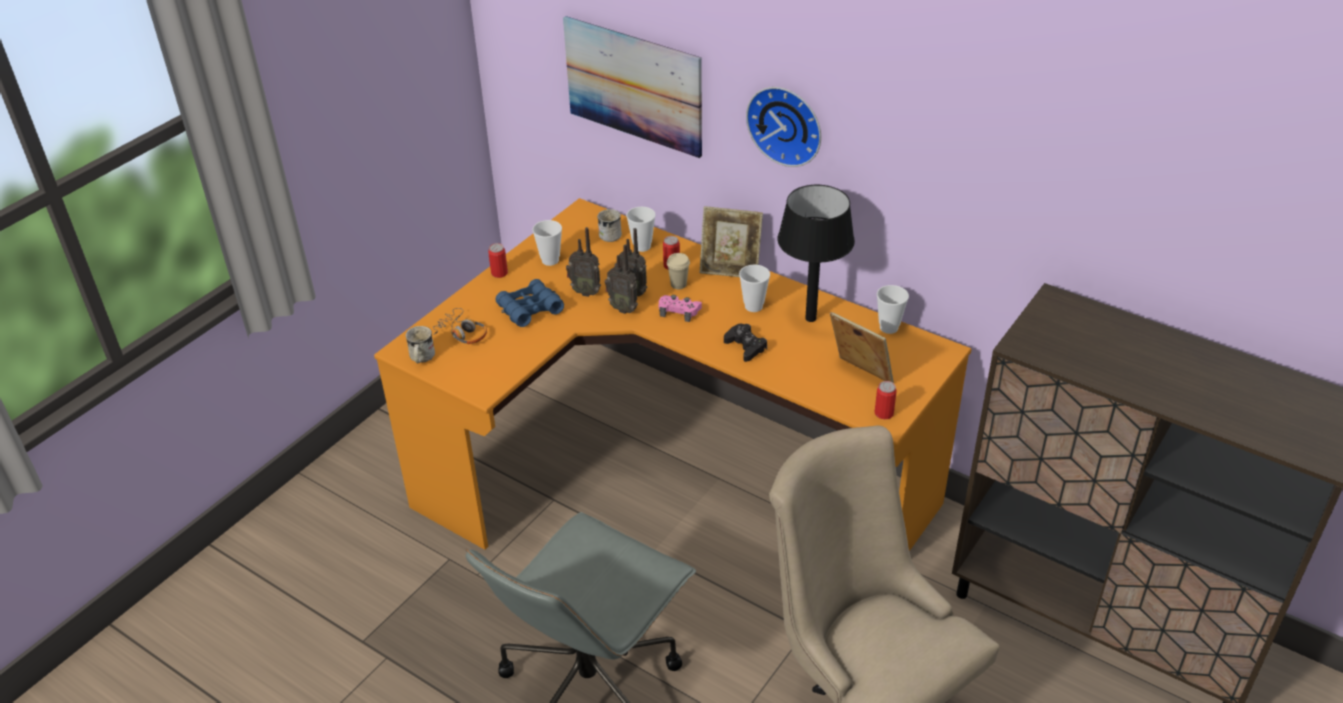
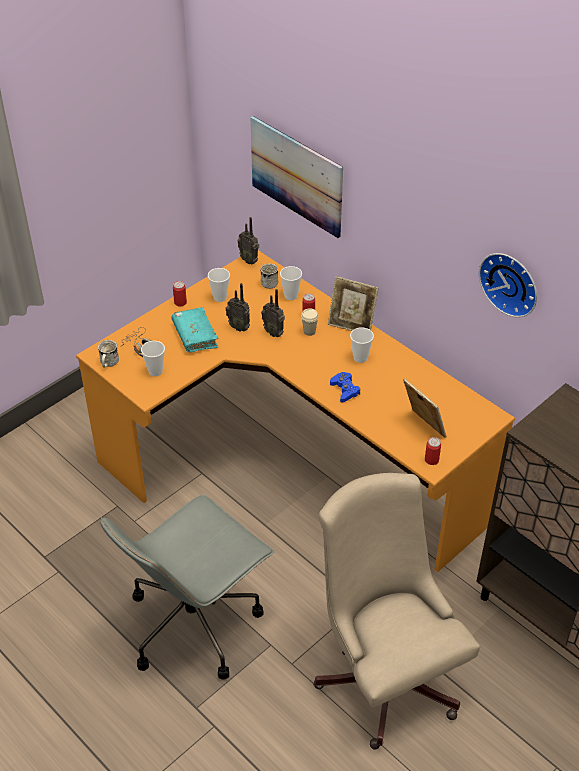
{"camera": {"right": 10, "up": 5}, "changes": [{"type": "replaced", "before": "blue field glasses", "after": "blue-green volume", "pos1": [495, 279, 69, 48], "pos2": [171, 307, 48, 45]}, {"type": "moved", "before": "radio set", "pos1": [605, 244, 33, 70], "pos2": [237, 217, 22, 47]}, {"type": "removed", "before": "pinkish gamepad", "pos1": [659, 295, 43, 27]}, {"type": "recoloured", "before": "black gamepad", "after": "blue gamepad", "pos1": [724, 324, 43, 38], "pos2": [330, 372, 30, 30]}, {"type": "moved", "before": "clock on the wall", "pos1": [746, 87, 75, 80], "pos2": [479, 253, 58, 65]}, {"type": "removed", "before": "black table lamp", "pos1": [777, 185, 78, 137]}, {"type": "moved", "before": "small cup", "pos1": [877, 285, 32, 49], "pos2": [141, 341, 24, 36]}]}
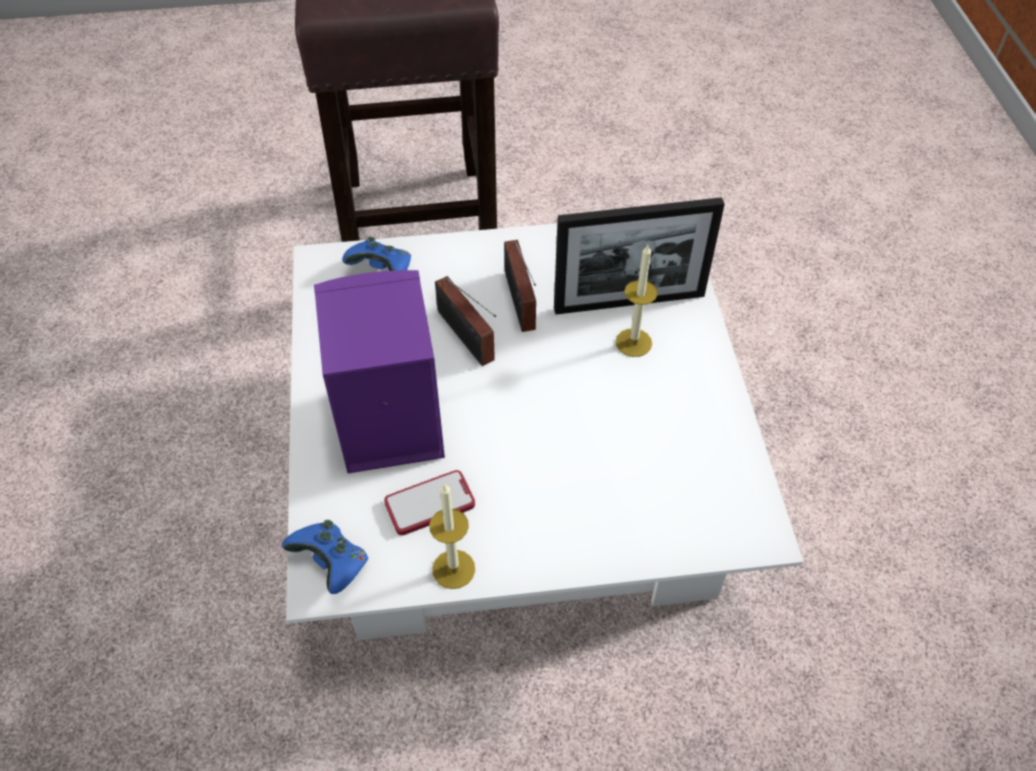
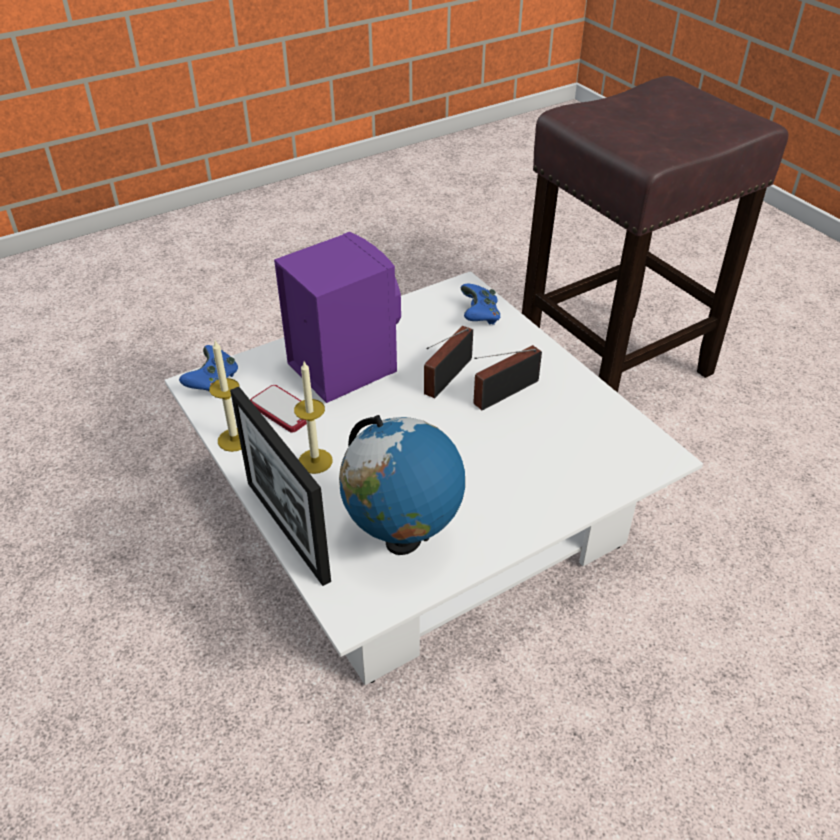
{"camera": {"right": 65, "up": -10}, "changes": [{"type": "moved", "before": "picture frame", "pos1": [554, 197, 171, 118], "pos2": [230, 387, 101, 199]}, {"type": "moved", "before": "wax candle", "pos1": [616, 245, 42, 112], "pos2": [294, 361, 39, 113]}, {"type": "added", "after": "desk globe", "pos2": [339, 415, 126, 140]}]}
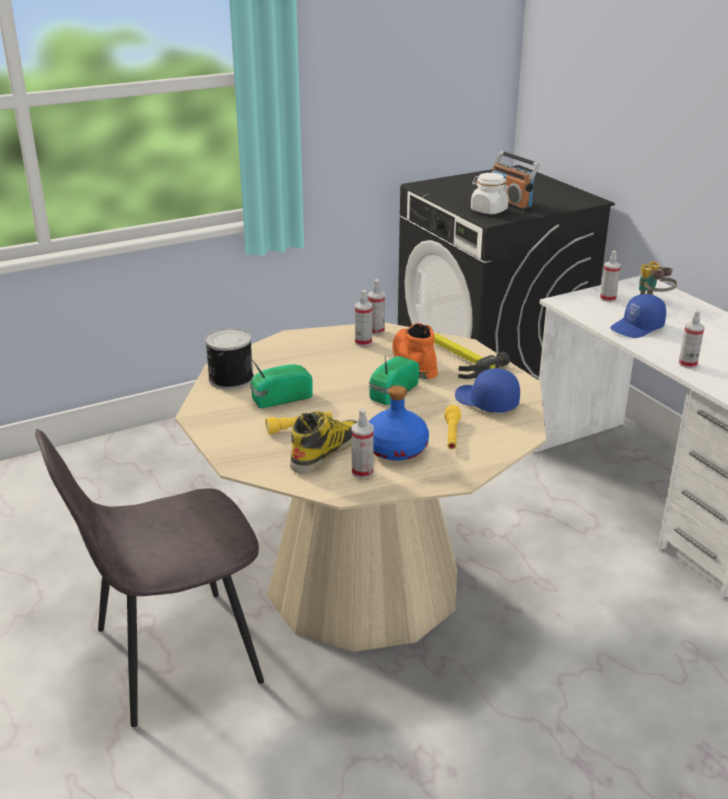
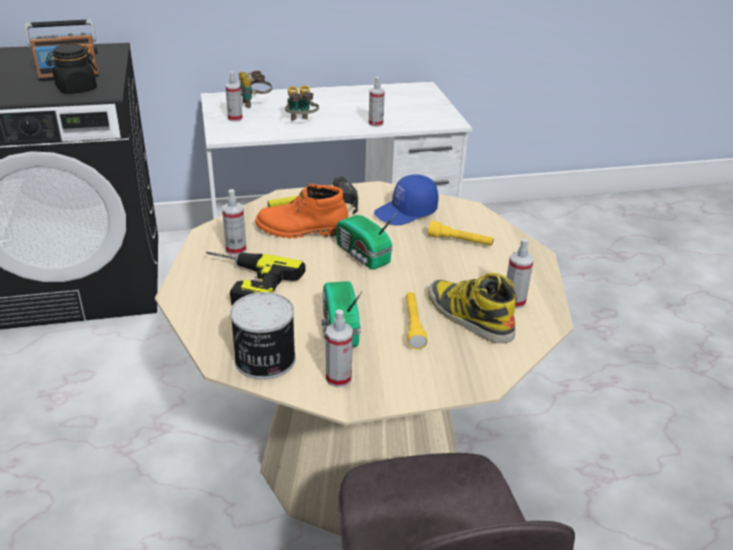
{"camera": {"right": -75, "up": 5}, "changes": [{"type": "moved", "before": "spray bottle", "pos1": [368, 279, 17, 56], "pos2": [326, 309, 27, 79]}, {"type": "removed", "before": "blue bottle", "pos1": [368, 385, 61, 76]}, {"type": "recoloured", "before": "white preserve jar", "after": "black preserve jar", "pos1": [471, 173, 38, 41], "pos2": [46, 44, 51, 50]}, {"type": "replaced", "before": "blue baseball cap", "after": "field glasses", "pos1": [610, 294, 56, 44], "pos2": [285, 85, 34, 36]}, {"type": "added", "after": "power drill", "pos2": [206, 252, 99, 53]}]}
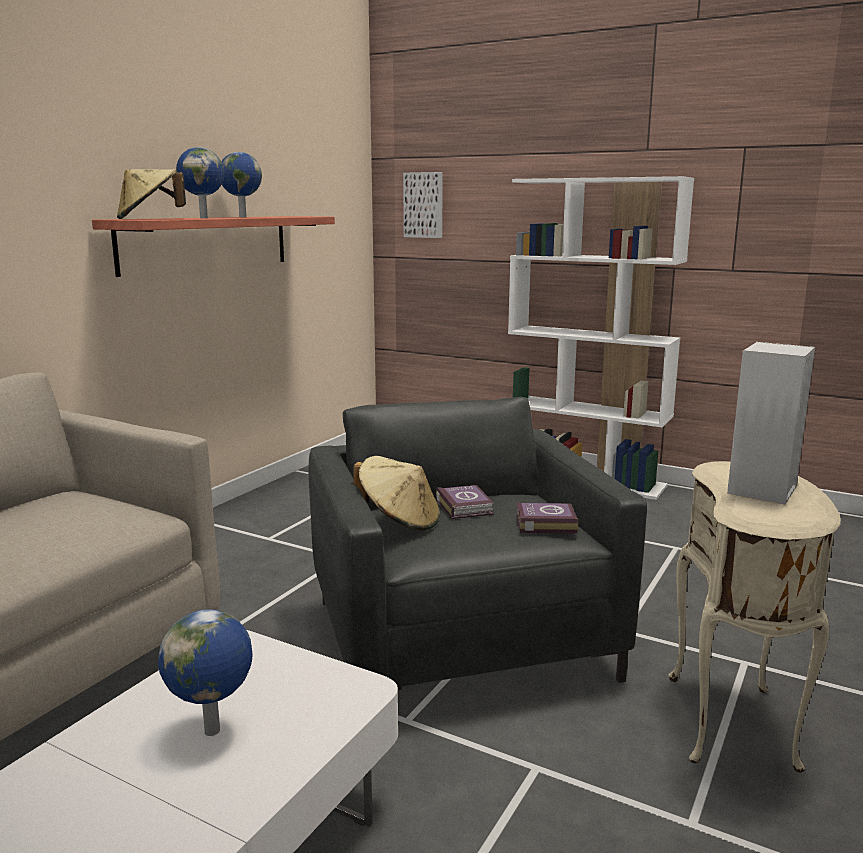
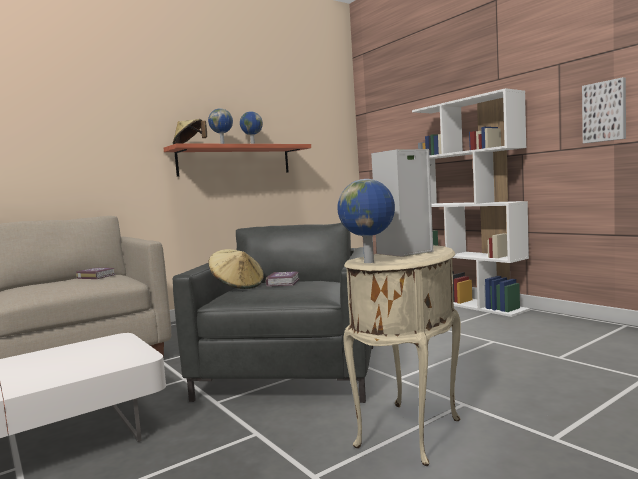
{"camera": {"right": 25, "up": -10}, "changes": [{"type": "moved", "before": "desk globe", "pos1": [158, 609, 94, 127], "pos2": [337, 179, 58, 84]}, {"type": "moved", "before": "wall picture", "pos1": [403, 172, 40, 66], "pos2": [582, 77, 44, 66]}, {"type": "moved", "before": "volume", "pos1": [516, 503, 62, 30], "pos2": [76, 268, 40, 11]}]}
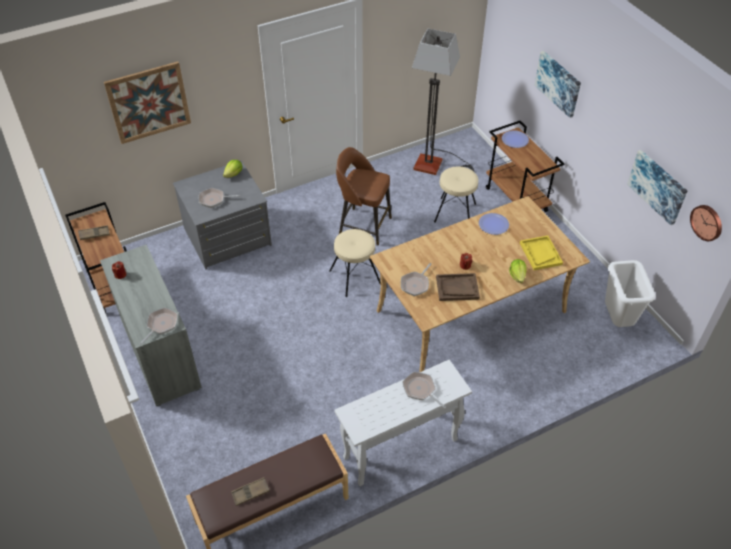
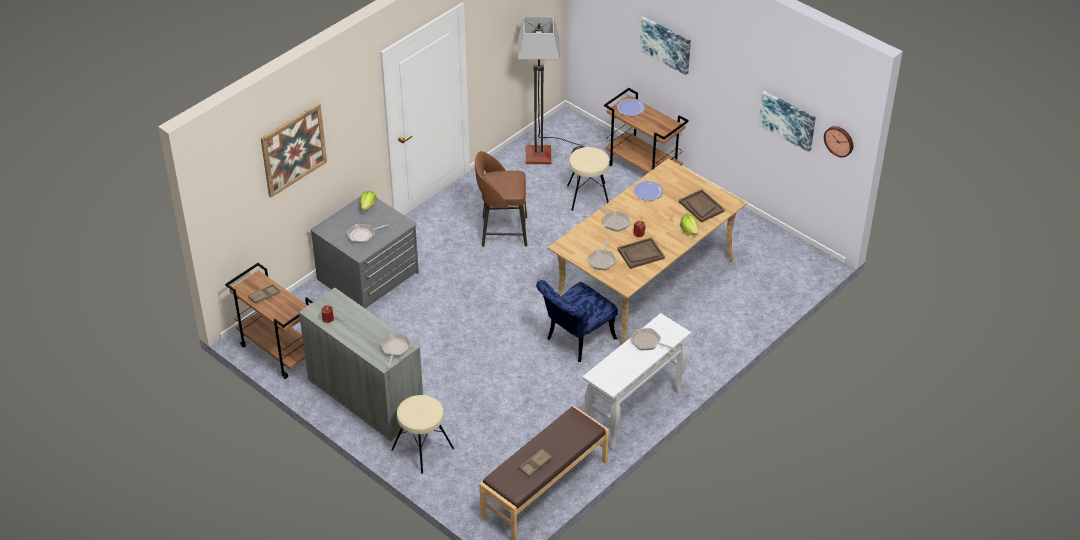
{"camera": {"right": -20, "up": -5}, "changes": [{"type": "moved", "before": "beige-coloured stool seat", "pos1": [329, 229, 52, 68], "pos2": [391, 395, 63, 79]}, {"type": "recoloured", "before": "yellowish serving tray", "after": "brown serving tray", "pos1": [520, 235, 43, 35], "pos2": [679, 189, 46, 34]}, {"type": "removed", "before": "white waste bin", "pos1": [605, 260, 50, 67]}, {"type": "added", "after": "blue upright chair", "pos2": [536, 280, 82, 82]}, {"type": "added", "after": "pan", "pos2": [598, 204, 32, 28]}]}
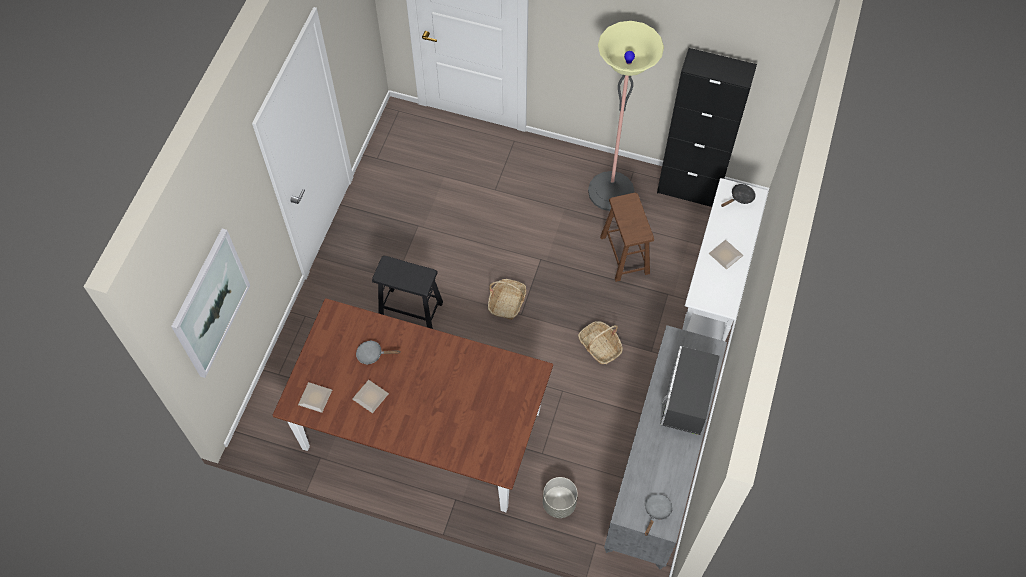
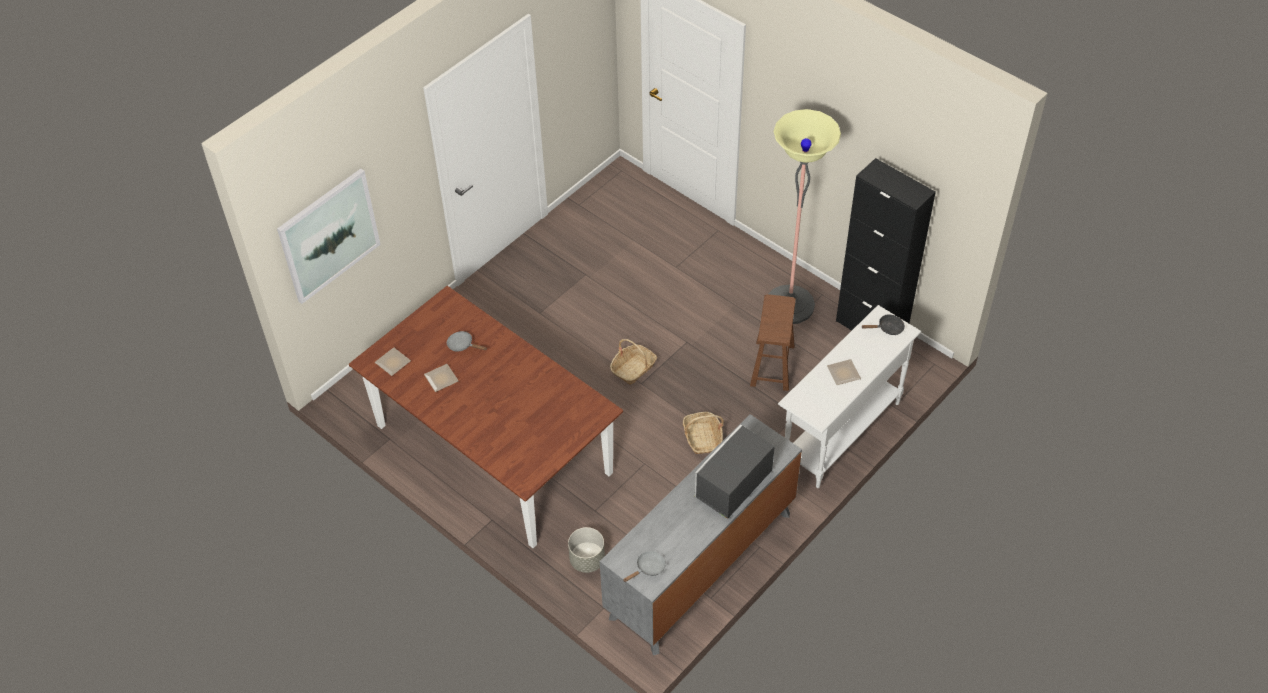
{"camera": {"right": 25, "up": -10}, "changes": [{"type": "removed", "before": "black stool seat", "pos1": [372, 256, 71, 73]}]}
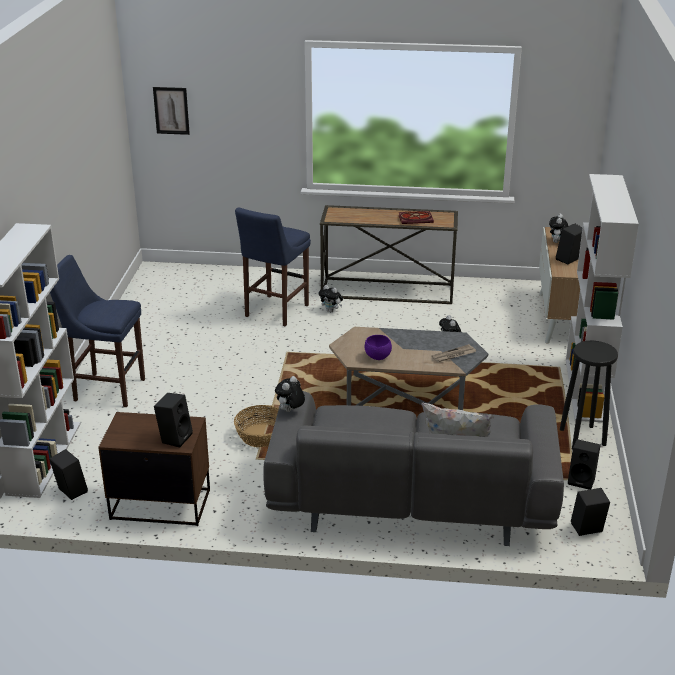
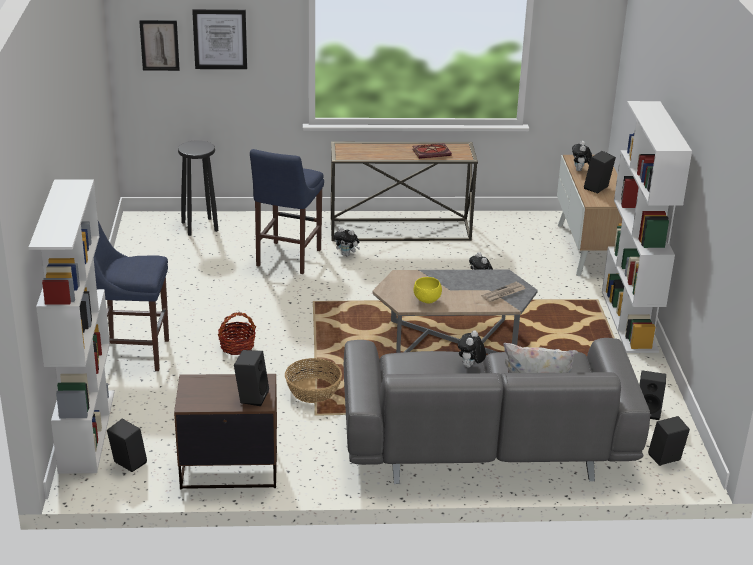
{"camera": {"right": -10, "up": 0}, "changes": [{"type": "moved", "before": "cuddly toy", "pos1": [275, 376, 30, 36], "pos2": [458, 330, 28, 38]}, {"type": "recoloured", "before": "purplish bowl", "after": "yellowish bowl", "pos1": [365, 335, 27, 25], "pos2": [414, 277, 28, 26]}, {"type": "moved", "before": "black stool seat", "pos1": [560, 341, 58, 108], "pos2": [178, 140, 40, 96]}, {"type": "added", "after": "wall picture", "pos2": [192, 9, 55, 60]}, {"type": "added", "after": "household basket", "pos2": [218, 312, 38, 43]}]}
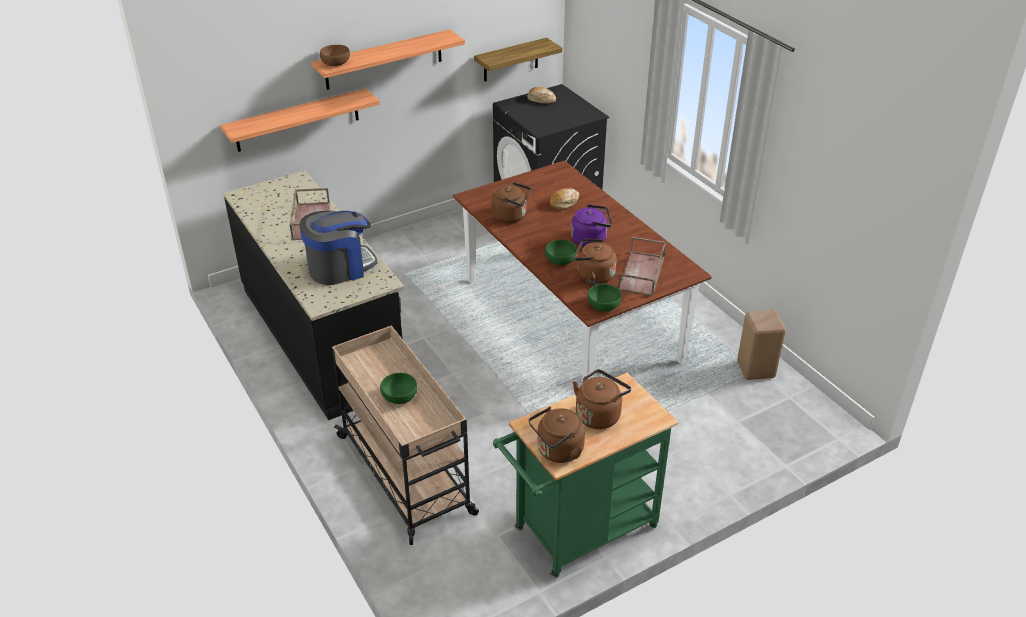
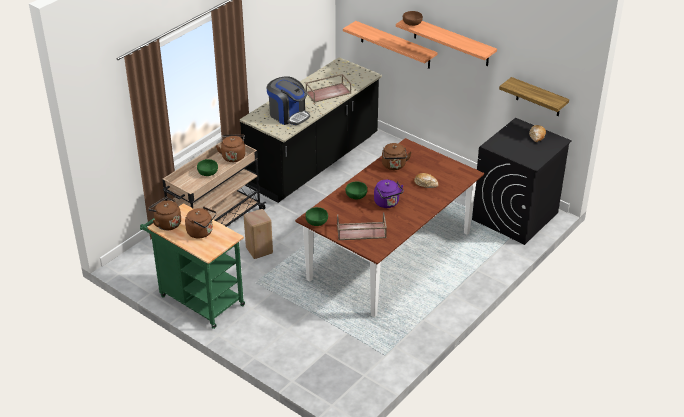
{"camera": {"right": 70, "up": 0}, "changes": [{"type": "moved", "before": "brown water kettle", "pos1": [574, 239, 43, 45], "pos2": [216, 135, 29, 27]}, {"type": "moved", "before": "beige-coloured stool seat", "pos1": [737, 310, 49, 70], "pos2": [244, 209, 29, 50]}]}
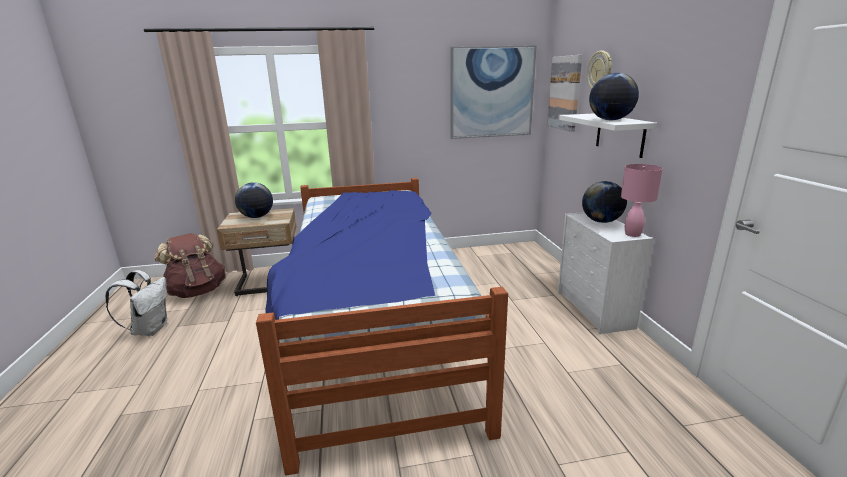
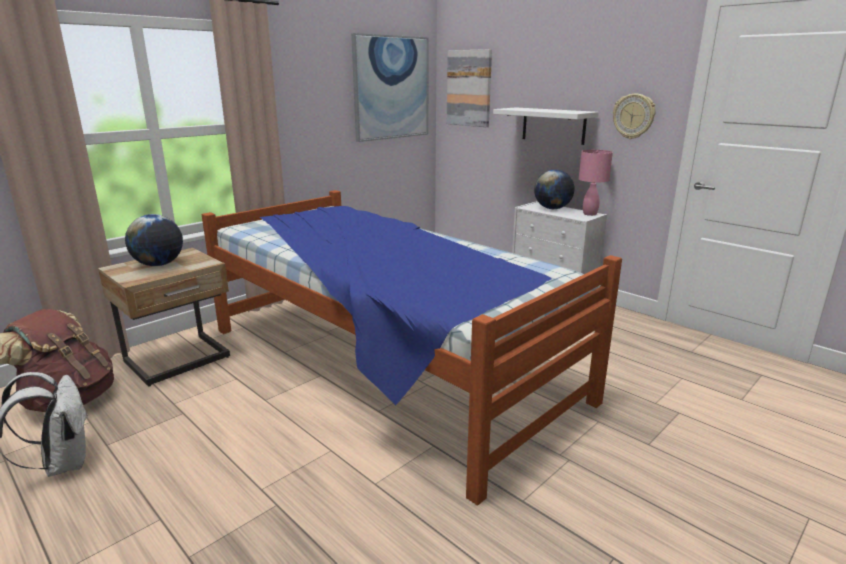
{"camera": {"right": -35, "up": 0}, "changes": [{"type": "moved", "before": "clock on the wall", "pos1": [587, 50, 25, 40], "pos2": [613, 94, 43, 45]}, {"type": "removed", "before": "desk globe", "pos1": [589, 73, 50, 47]}]}
